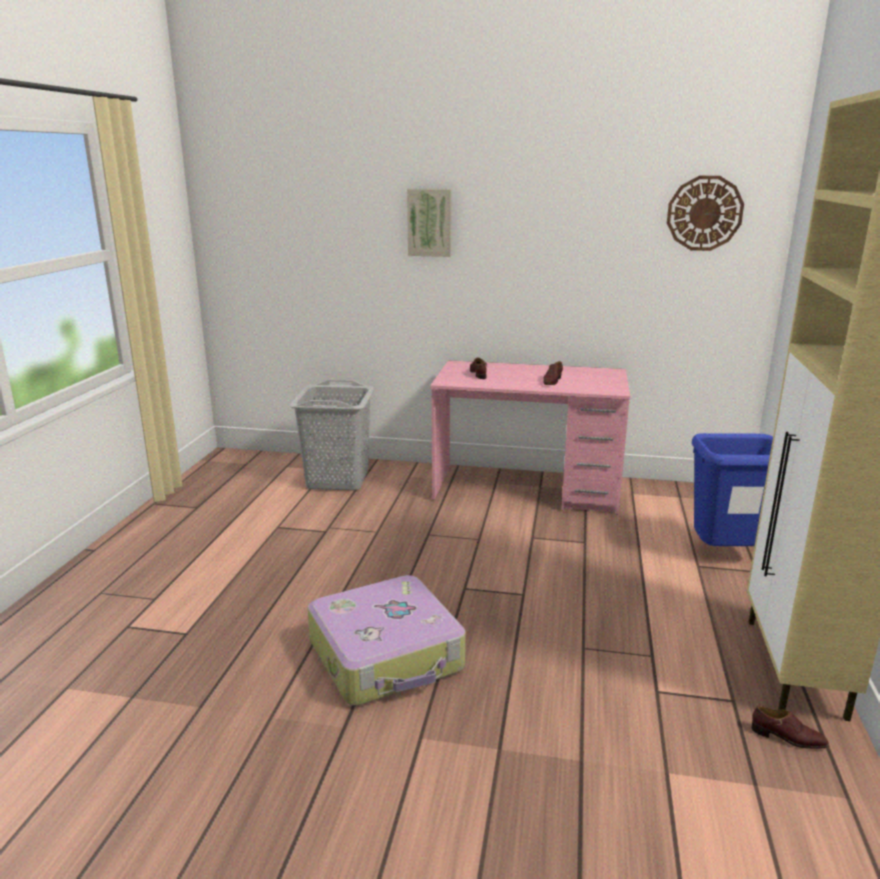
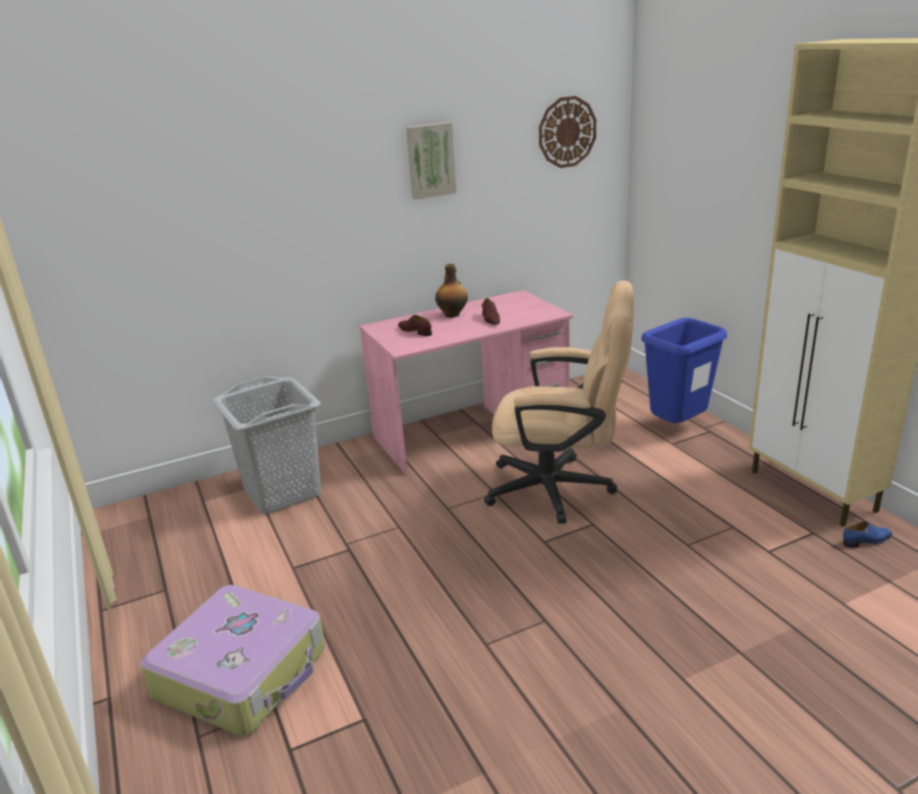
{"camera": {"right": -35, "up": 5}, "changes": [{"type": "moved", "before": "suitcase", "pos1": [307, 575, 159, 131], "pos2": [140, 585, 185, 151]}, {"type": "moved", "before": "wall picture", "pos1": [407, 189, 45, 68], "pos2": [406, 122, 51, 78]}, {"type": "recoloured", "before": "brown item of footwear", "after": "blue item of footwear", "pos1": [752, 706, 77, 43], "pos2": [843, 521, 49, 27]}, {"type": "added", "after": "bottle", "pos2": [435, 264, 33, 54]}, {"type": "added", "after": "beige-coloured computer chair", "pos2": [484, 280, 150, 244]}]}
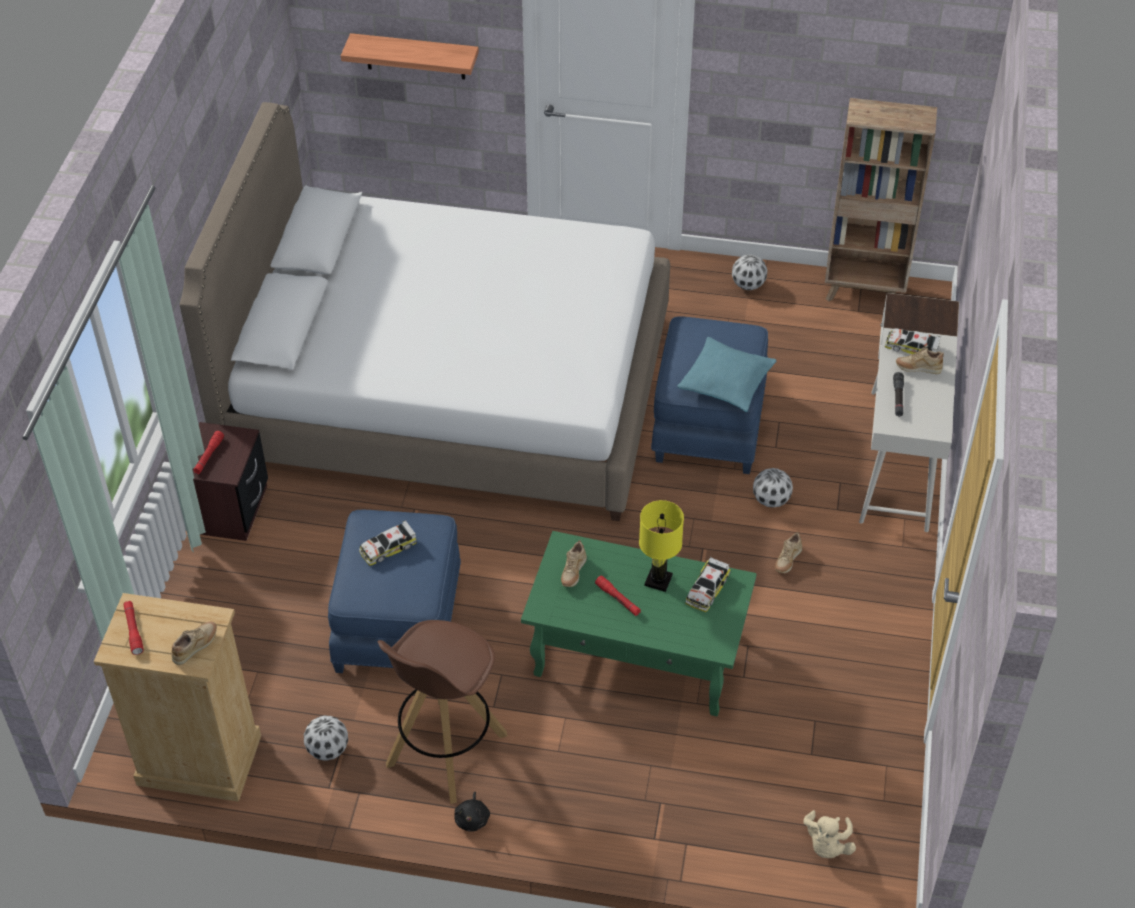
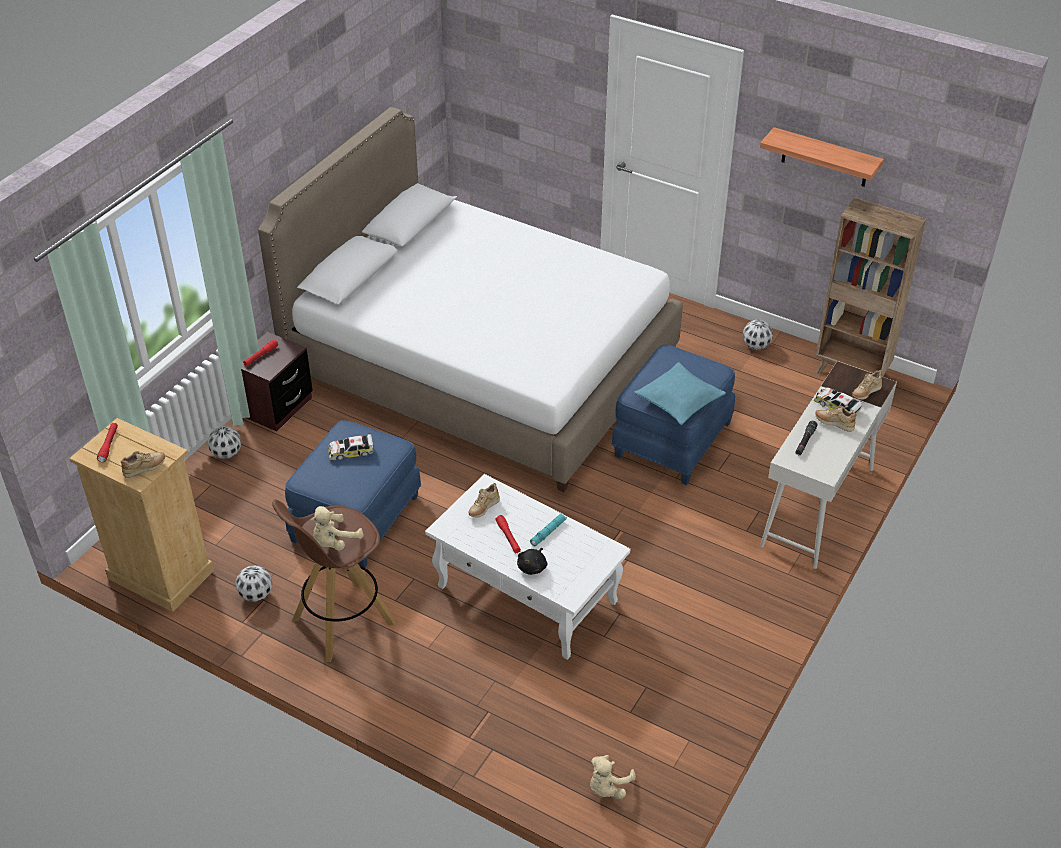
{"camera": {"right": 20, "up": -5}, "changes": [{"type": "moved", "before": "shelf", "pos1": [341, 33, 138, 46], "pos2": [760, 127, 124, 60]}, {"type": "moved", "before": "black cuddly toy", "pos1": [454, 792, 36, 40], "pos2": [517, 548, 30, 27]}, {"type": "recoloured", "before": "green-coloured low table", "after": "white low table", "pos1": [521, 531, 236, 185], "pos2": [425, 474, 205, 186]}, {"type": "replaced", "before": "yellowish table lamp", "after": "blue-green torch", "pos1": [639, 500, 45, 92], "pos2": [530, 513, 37, 33]}, {"type": "removed", "before": "model car", "pos1": [685, 557, 46, 55]}, {"type": "moved", "before": "football ball", "pos1": [753, 468, 40, 40], "pos2": [208, 426, 33, 33]}, {"type": "moved", "before": "beige-coloured item of footwear", "pos1": [775, 532, 27, 41], "pos2": [852, 370, 30, 30]}, {"type": "added", "after": "beige-coloured cuddly toy", "pos2": [311, 506, 52, 45]}]}
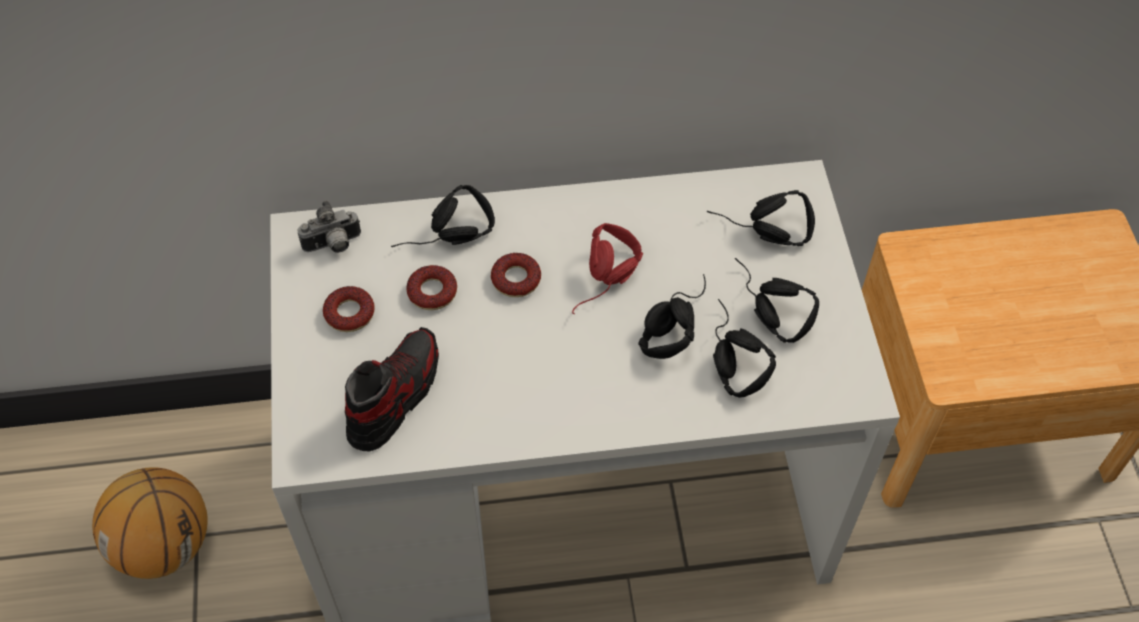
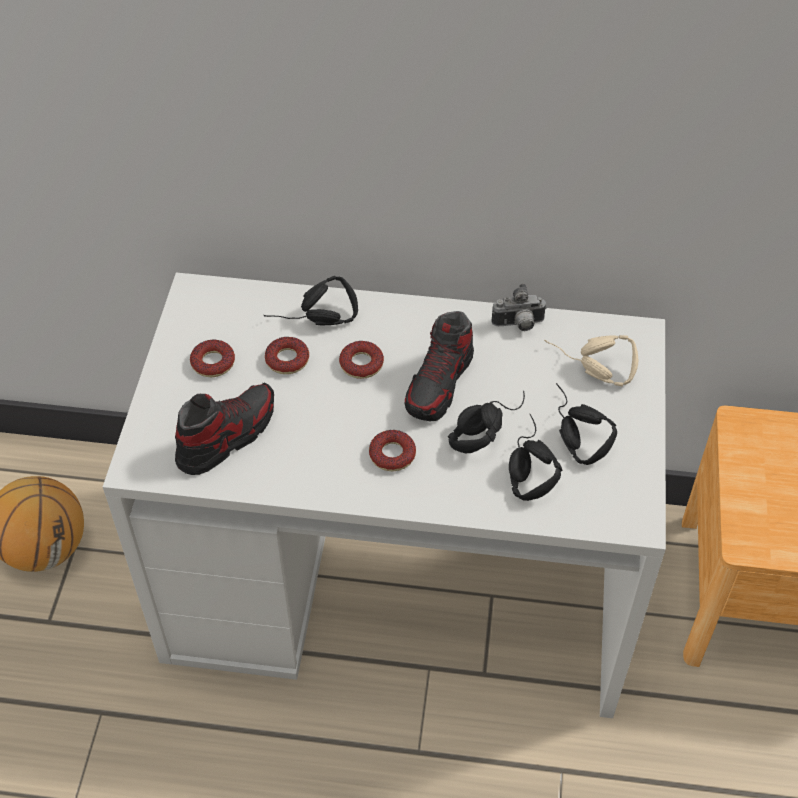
{"camera": {"right": 15, "up": -5}, "changes": [{"type": "moved", "before": "photo camera", "pos1": [297, 200, 64, 53], "pos2": [491, 283, 56, 48]}, {"type": "replaced", "before": "red headset", "after": "item of footwear", "pos1": [572, 223, 71, 91], "pos2": [405, 311, 69, 110]}, {"type": "recoloured", "before": "black headset", "after": "beige-coloured headset", "pos1": [707, 190, 108, 56], "pos2": [544, 335, 94, 51]}, {"type": "added", "after": "doughnut", "pos2": [369, 430, 47, 41]}]}
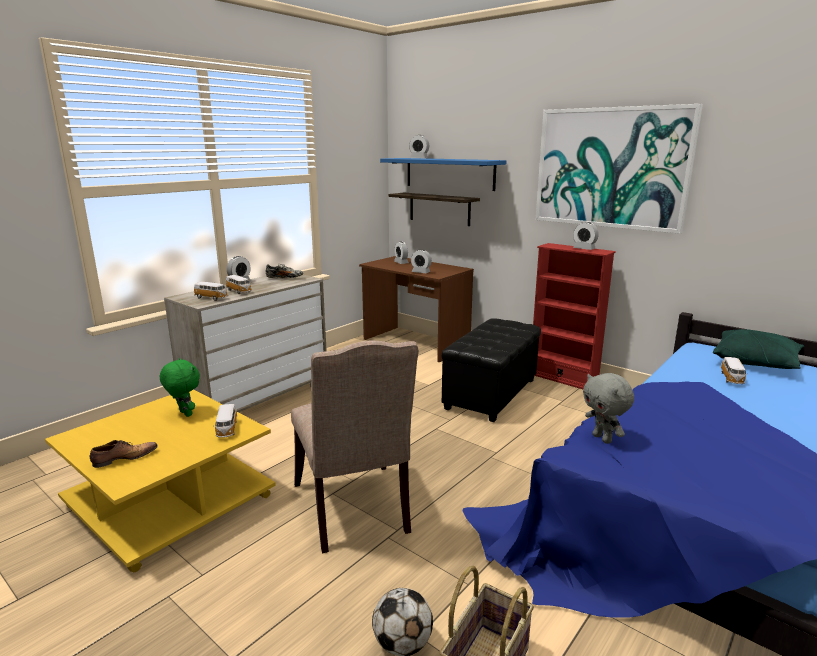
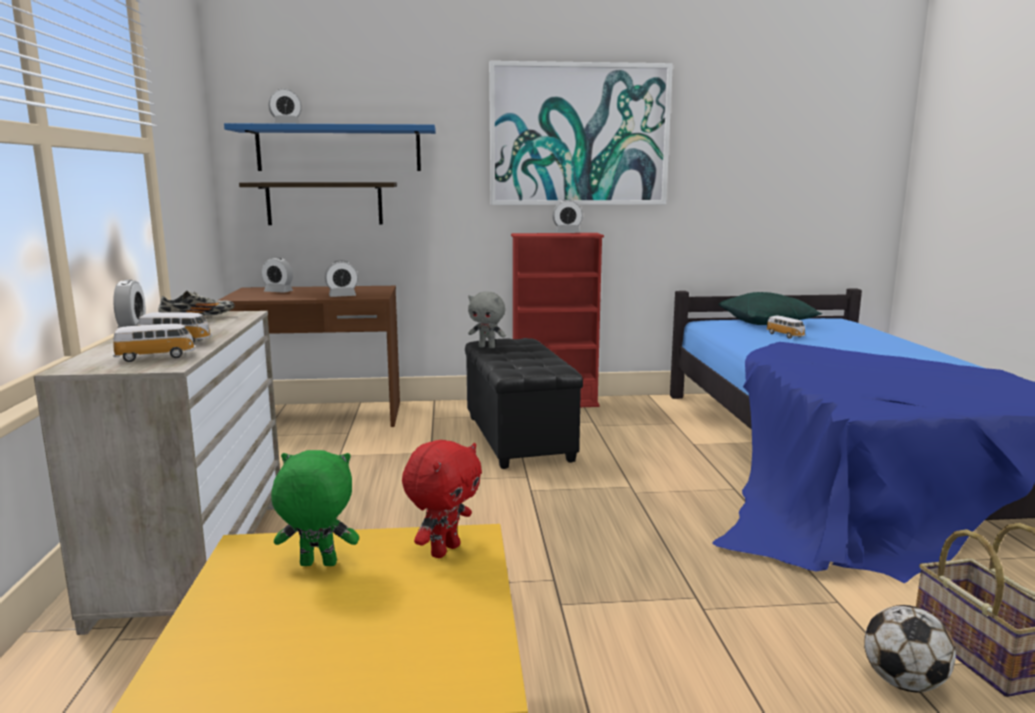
{"camera": {"right": -45, "up": -5}, "changes": [{"type": "removed", "before": "item of footwear", "pos1": [89, 440, 69, 28]}, {"type": "replaced", "before": "model car", "after": "red cuddly toy", "pos1": [214, 404, 24, 34], "pos2": [402, 440, 80, 118]}, {"type": "removed", "before": "beige-coloured upright chair", "pos1": [291, 341, 128, 212]}, {"type": "moved", "before": "grey cuddly toy", "pos1": [583, 373, 51, 71], "pos2": [468, 291, 38, 57]}]}
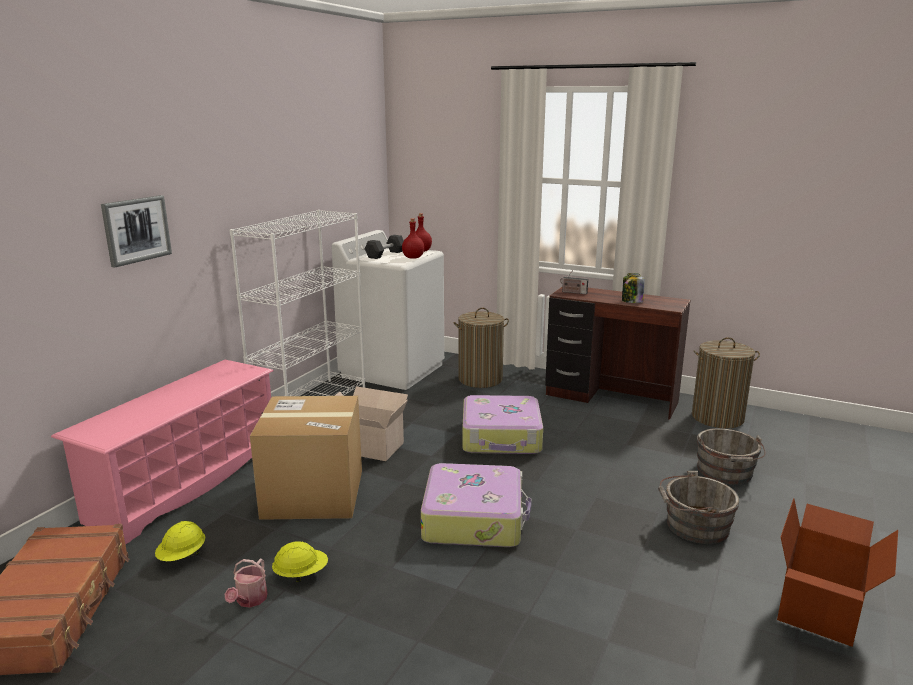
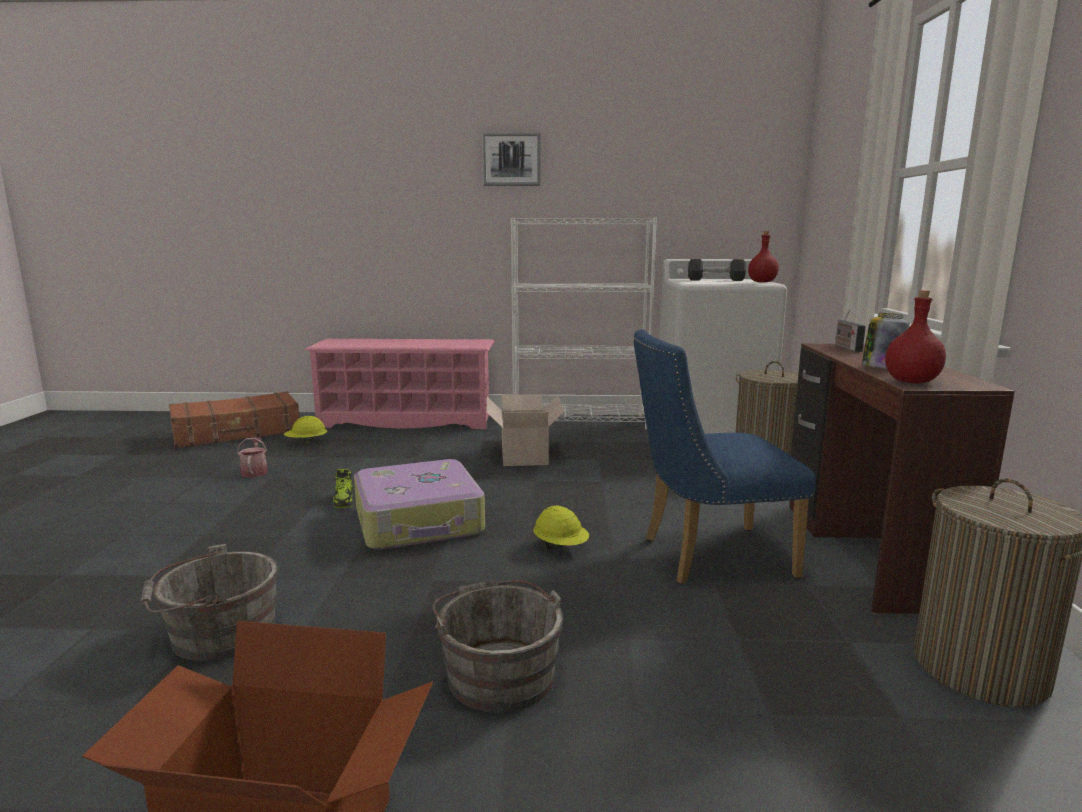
{"camera": {"right": 65, "up": -5}, "changes": [{"type": "moved", "before": "wall picture", "pos1": [101, 195, 71, 73], "pos2": [482, 132, 58, 54]}, {"type": "turned", "before": "sprinkling can", "pos1": [224, 559, 44, 49], "pos2": [237, 437, 31, 41], "turn": 90}, {"type": "removed", "before": "carton", "pos1": [250, 396, 112, 124]}, {"type": "moved", "before": "yellowish work helmet", "pos1": [272, 541, 56, 41], "pos2": [533, 506, 56, 43]}, {"type": "moved", "before": "red bottle", "pos1": [402, 218, 22, 41], "pos2": [885, 290, 61, 93]}, {"type": "removed", "before": "suitcase", "pos1": [462, 395, 81, 59]}, {"type": "moved", "before": "grey bucket", "pos1": [696, 428, 70, 57], "pos2": [140, 544, 139, 117]}, {"type": "added", "after": "item of footwear", "pos2": [333, 469, 20, 39]}, {"type": "added", "after": "blue upright chair", "pos2": [633, 329, 183, 255]}]}
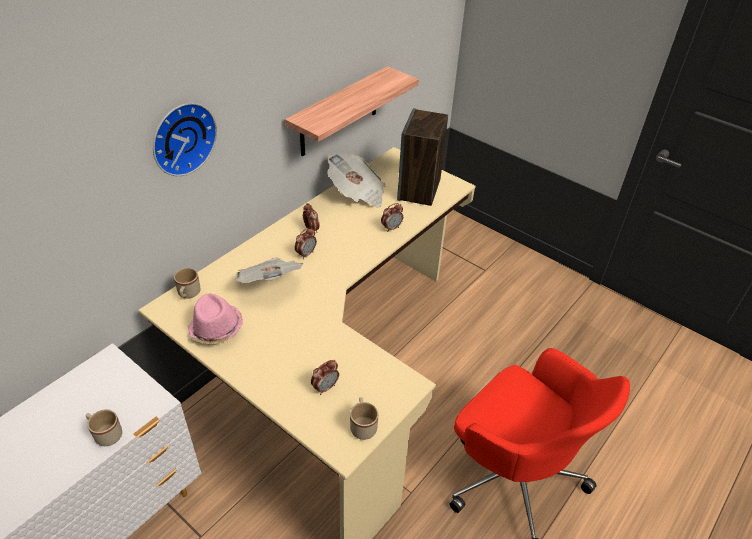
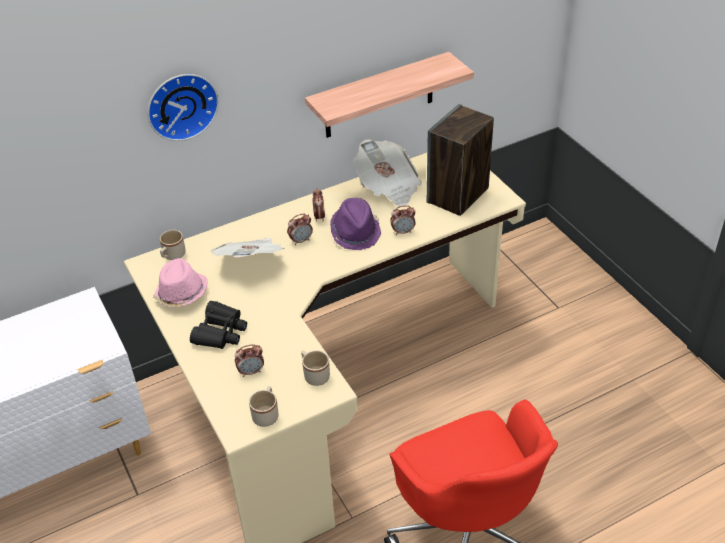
{"camera": {"right": 25, "up": 0}, "changes": [{"type": "moved", "before": "beige-coloured coffee mug", "pos1": [86, 409, 36, 37], "pos2": [301, 351, 29, 35]}, {"type": "added", "after": "black field glasses", "pos2": [190, 301, 57, 48]}, {"type": "added", "after": "purplish clothing hat", "pos2": [330, 198, 51, 52]}]}
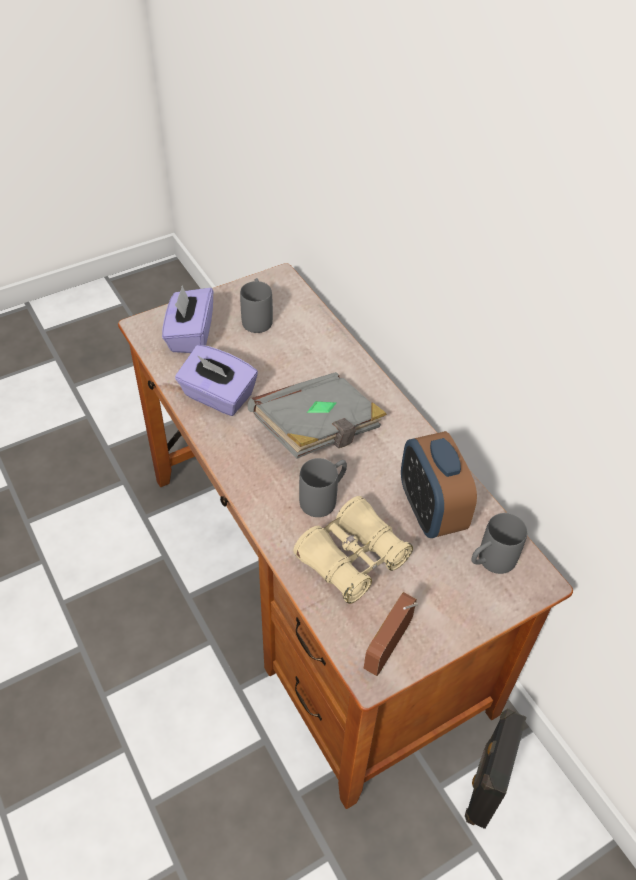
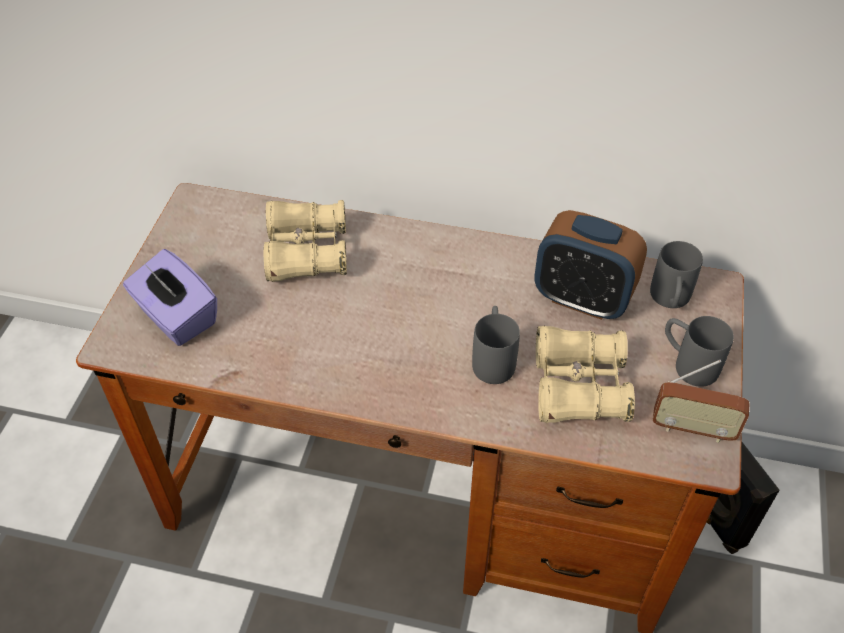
{"camera": {"right": -45, "up": 0}, "changes": [{"type": "removed", "before": "purplish tissue holder", "pos1": [175, 345, 83, 71]}, {"type": "moved", "before": "grey coffee mug", "pos1": [240, 278, 33, 55], "pos2": [665, 316, 69, 71]}, {"type": "removed", "before": "grey volume", "pos1": [248, 372, 139, 87]}, {"type": "turned", "before": "radio set", "pos1": [363, 592, 55, 84], "pos2": [653, 360, 97, 83], "turn": -60}, {"type": "added", "after": "beige-coloured field glasses", "pos2": [264, 200, 83, 82]}]}
